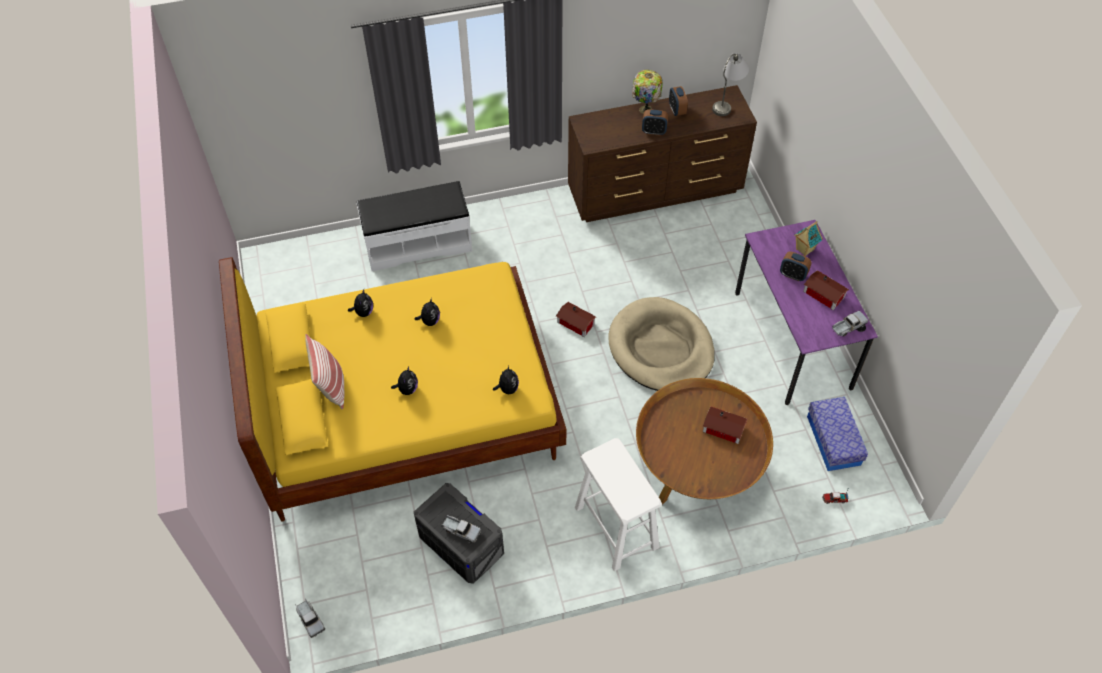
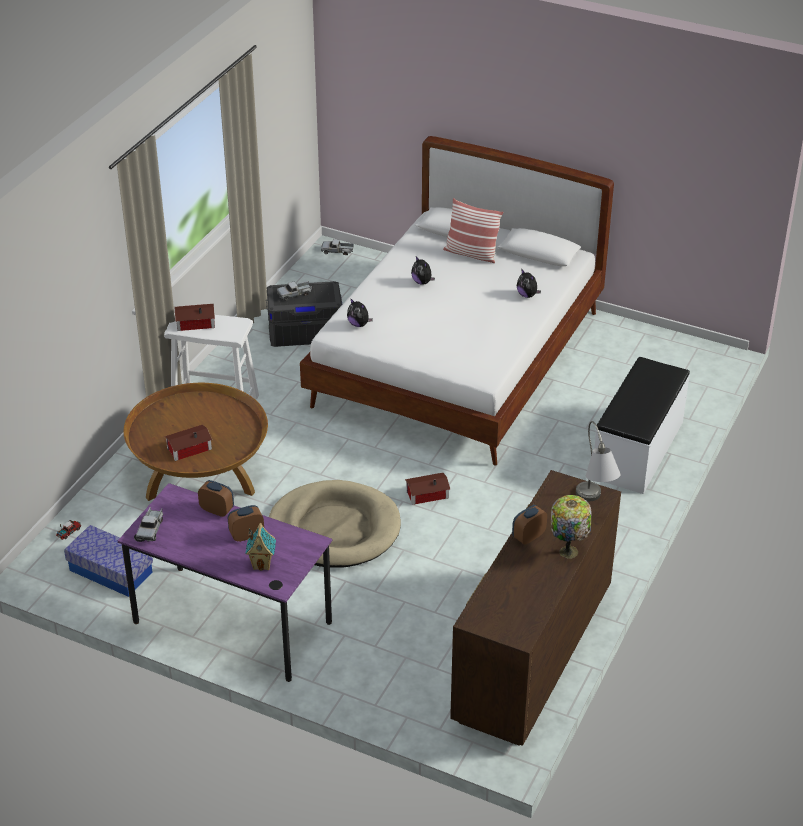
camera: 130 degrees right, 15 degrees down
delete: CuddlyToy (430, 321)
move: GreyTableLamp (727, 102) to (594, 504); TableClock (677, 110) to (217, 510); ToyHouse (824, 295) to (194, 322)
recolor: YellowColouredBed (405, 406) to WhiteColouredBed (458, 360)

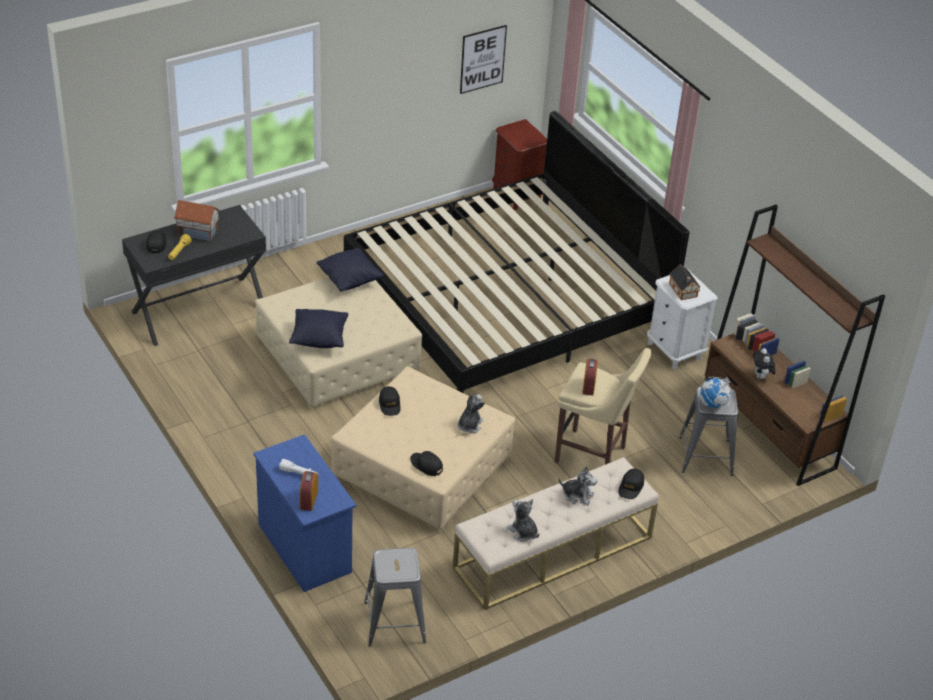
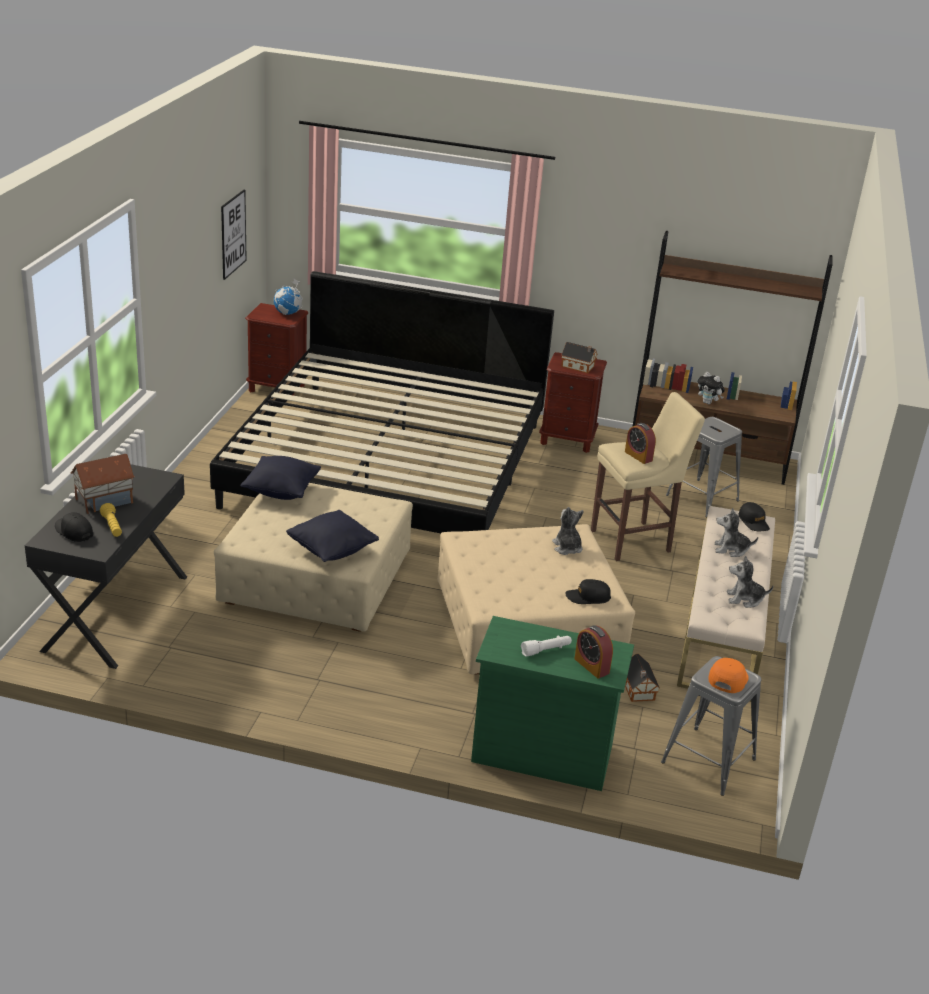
camera: 45 degrees left, 10 degrees down
delete: BlackColouredCap (390, 404)
insert: ToyHouse (638, 690); OrangeyCap (727, 678)
move: DeskGlobe (713, 404) to (288, 313)
recolor: WhiteColouredNightstand (674, 350) to BrownNightstand (567, 440); BlueDresser (304, 547) to GreenColouredDresser (541, 753)
rotate: CuddlyToy (577, 495) = (731, 549) 150 degrees counterclockwise

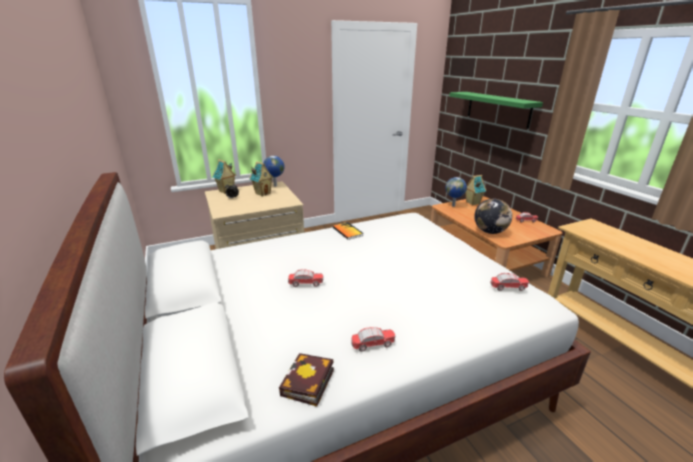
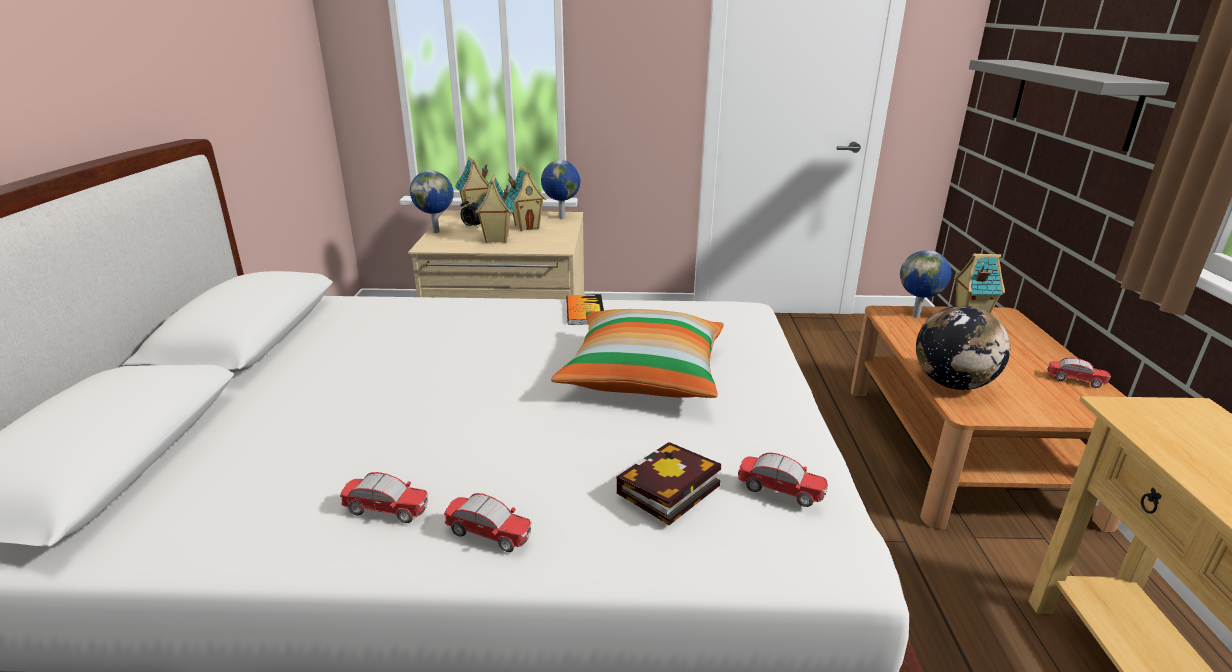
camera: 25 degrees right, 0 degrees up
insert: DeskGlobe (436, 231); ToyHouse (496, 240); Pillow (643, 375)
move: ToyCar (305, 284) to (488, 534); Volume (307, 384) to (667, 492)
recolor: GreenColouredBracketShelf (498, 109) to GreyBracketShelf (1072, 101)

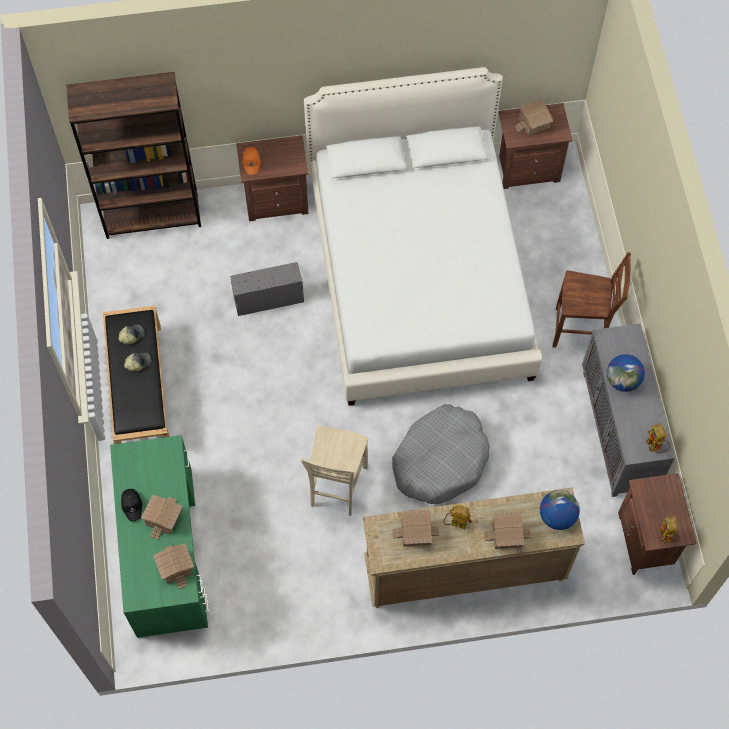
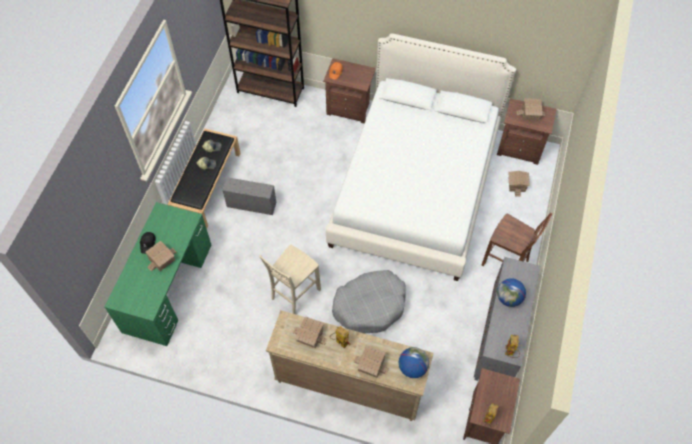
camera: 25 degrees right, 5 degrees down
move: GreyStorageBox (267, 300) to (250, 204); ToyHouse (175, 567) to (516, 185)

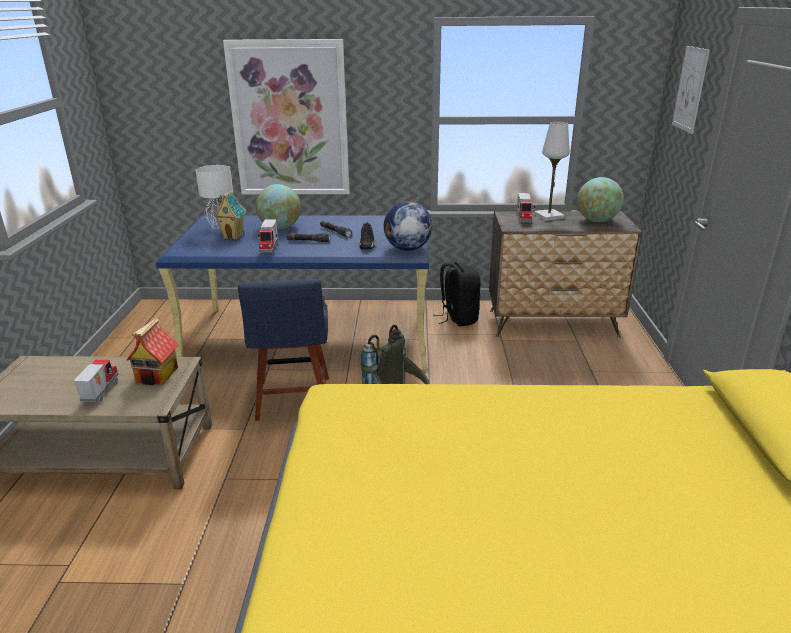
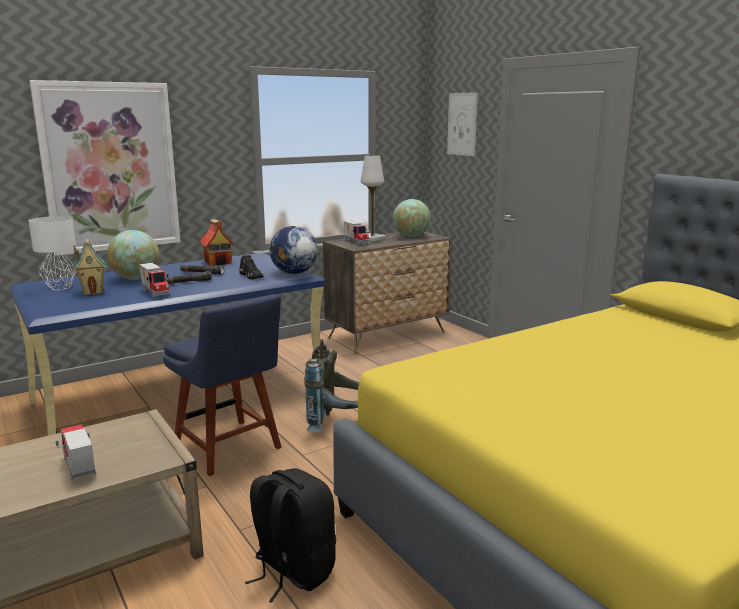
camera: 35 degrees left, 10 degrees down
move: BlackColouredKnapsack (458, 318) to (292, 571); ToyHouse (157, 375) to (218, 262)

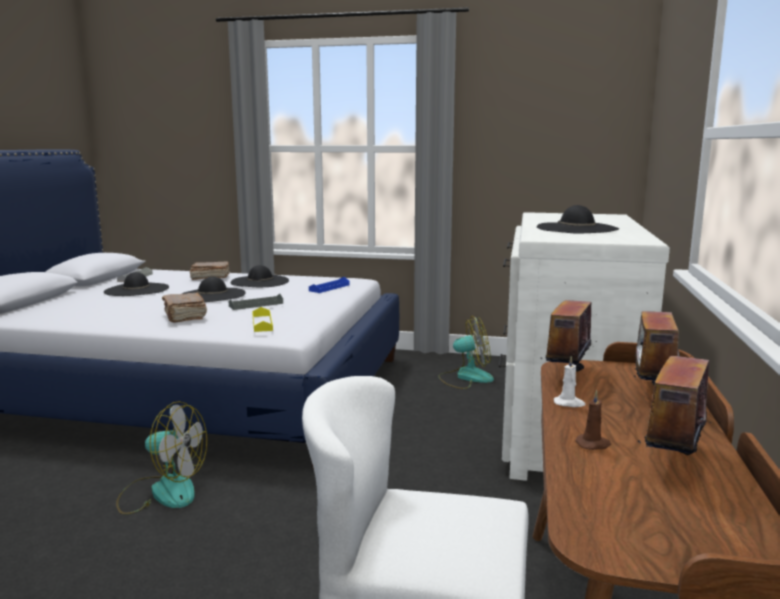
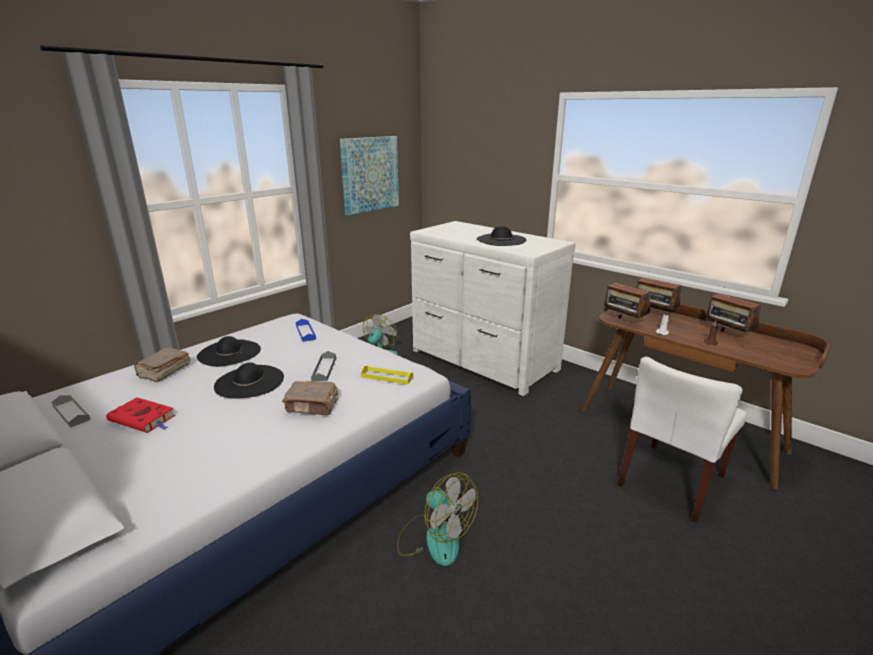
camera: 60 degrees left, 10 degrees up
insert: Picture (369, 174)
replace: BlackColouredWearableHat (137, 290) to ReddishVolume (144, 419)
rotate: Fan (162, 492) = (435, 538) 90 degrees clockwise

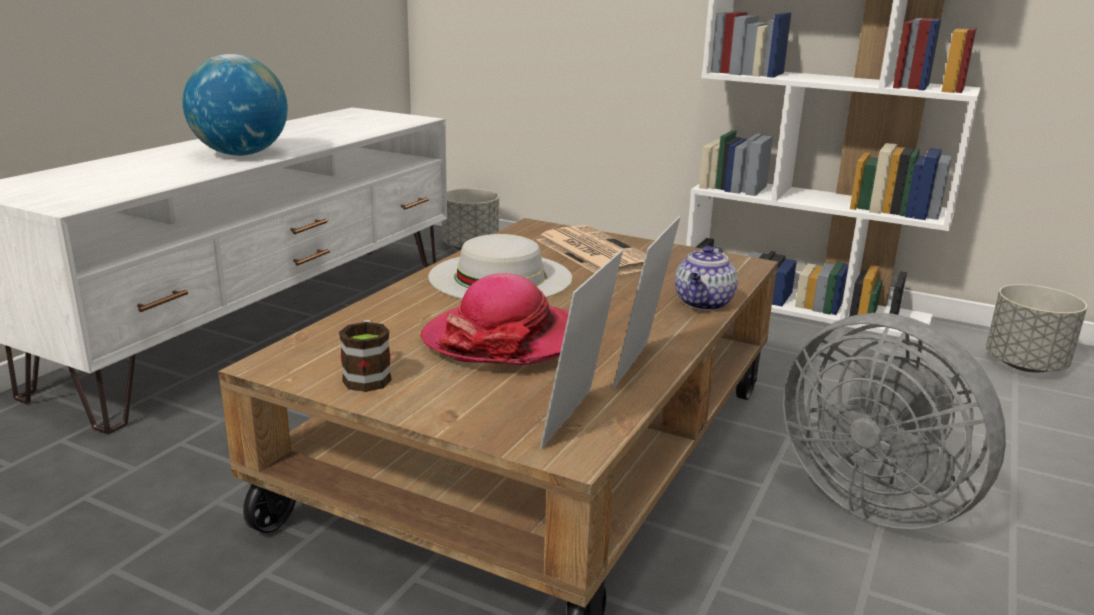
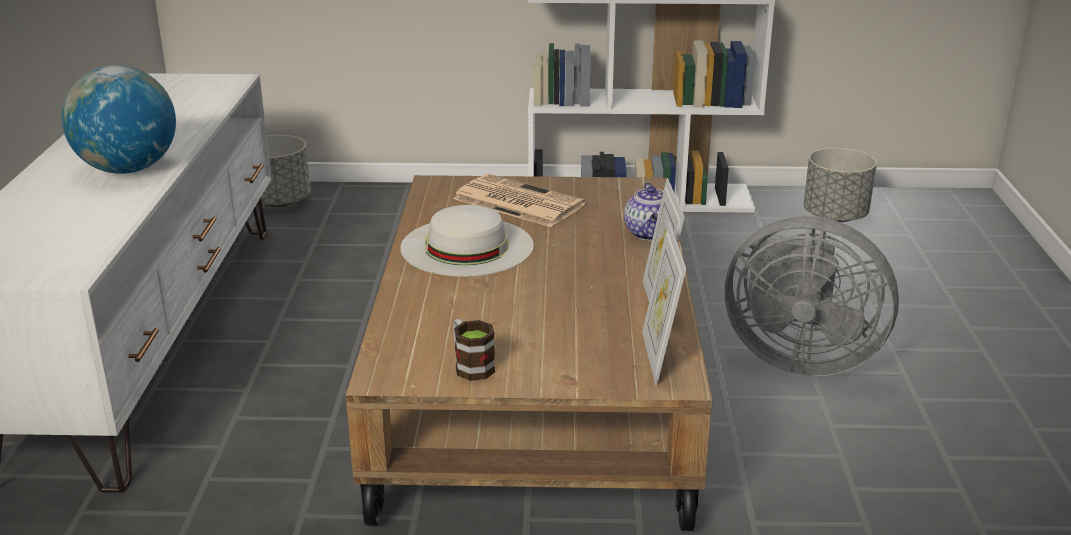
camera: 25 degrees left, 5 degrees up
delete: WearableHat (507, 339)

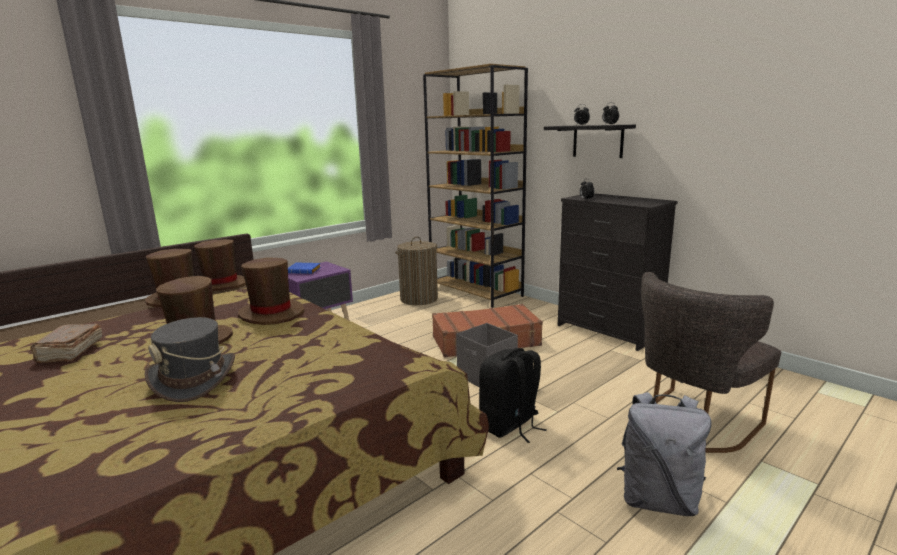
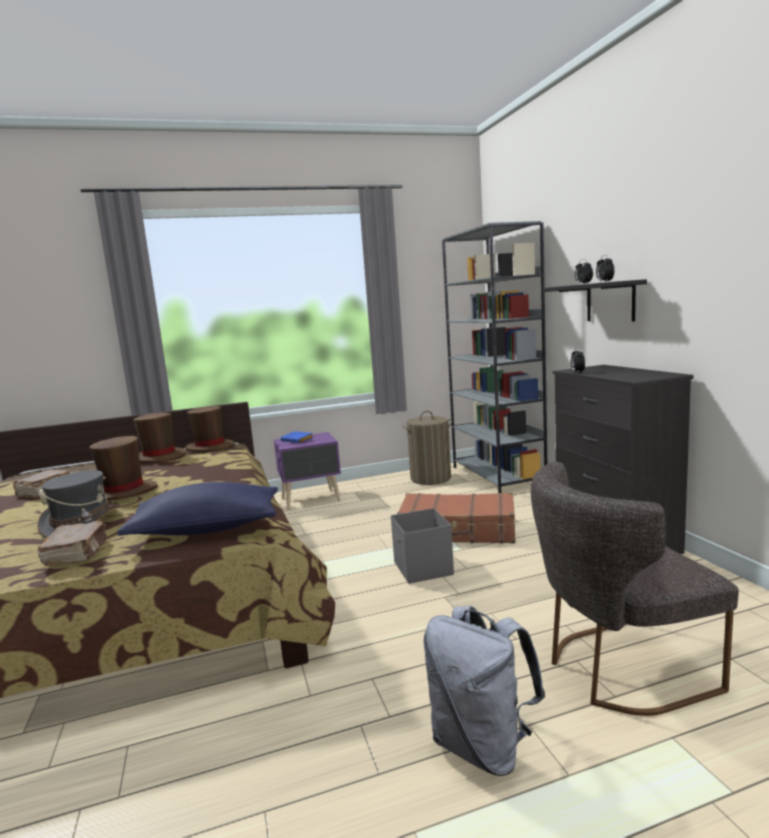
camera: 25 degrees right, 5 degrees down
delete: BrownWearableHat (272, 313); BlackColouredKnapsack (510, 426)
insert: BluePillow (207, 529); BrownVolume (77, 554)
recolor: BrownBookcase (476, 292) to GreyBookcase (498, 476)

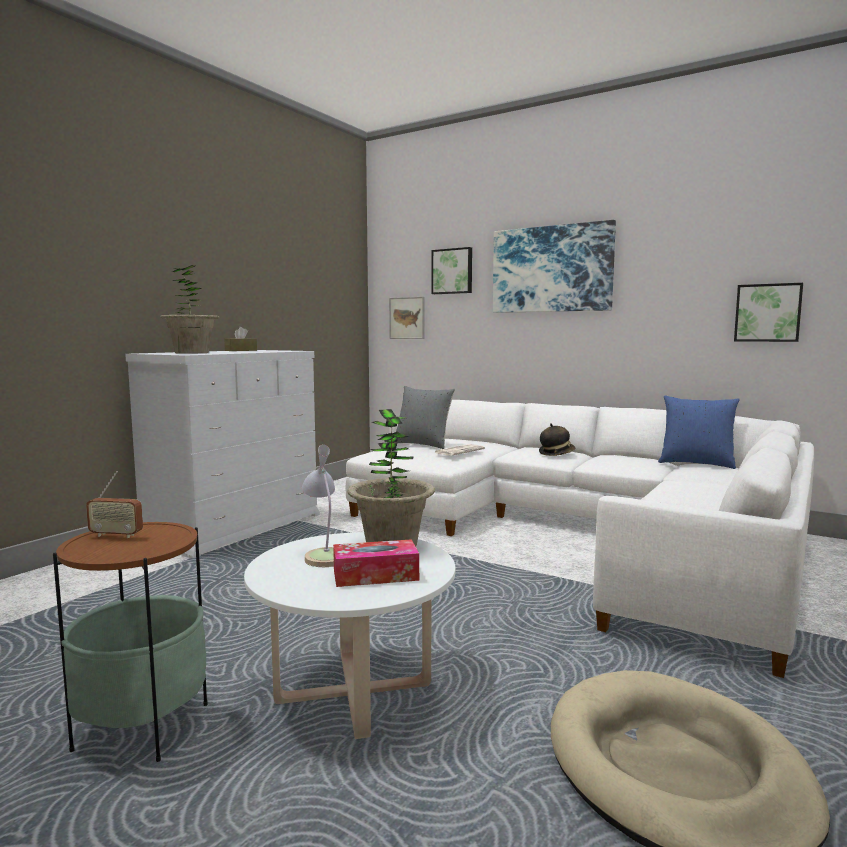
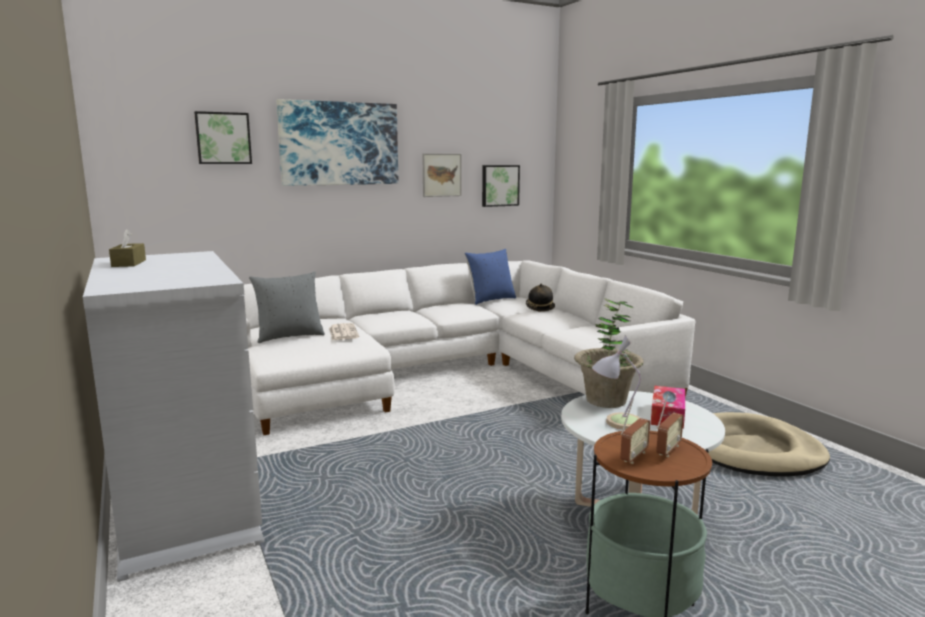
camera: 60 degrees left, 5 degrees up
delete: Houseplant (192, 353)
insert: Radio (668, 450)
move: Picture (407, 318) to (441, 175); WearableHat (556, 453) to (540, 308)

